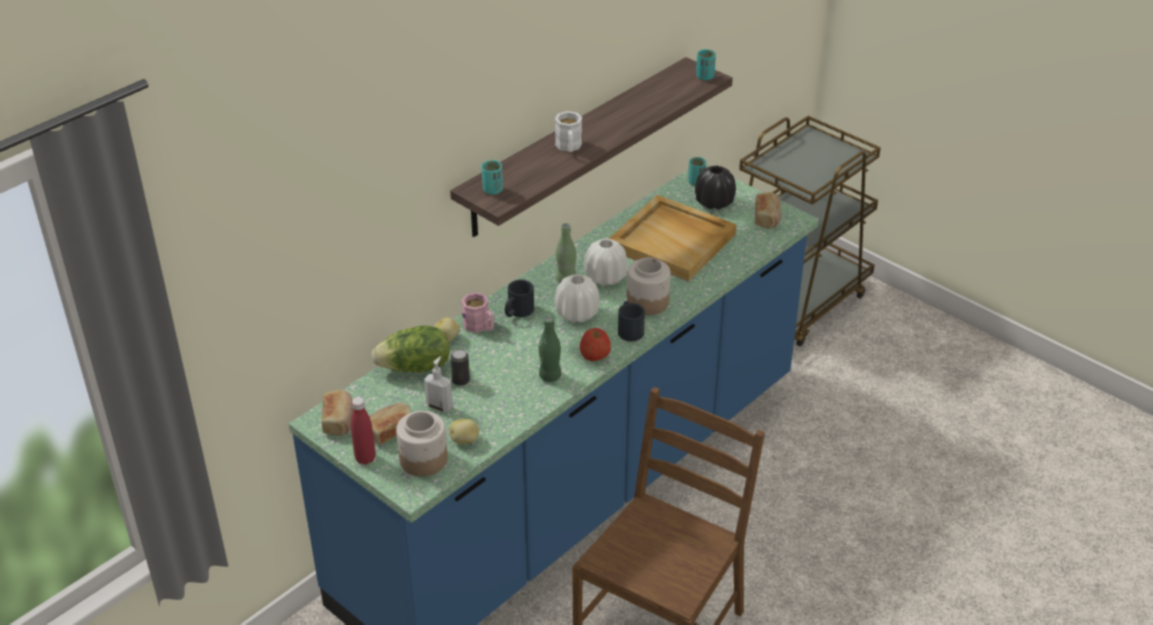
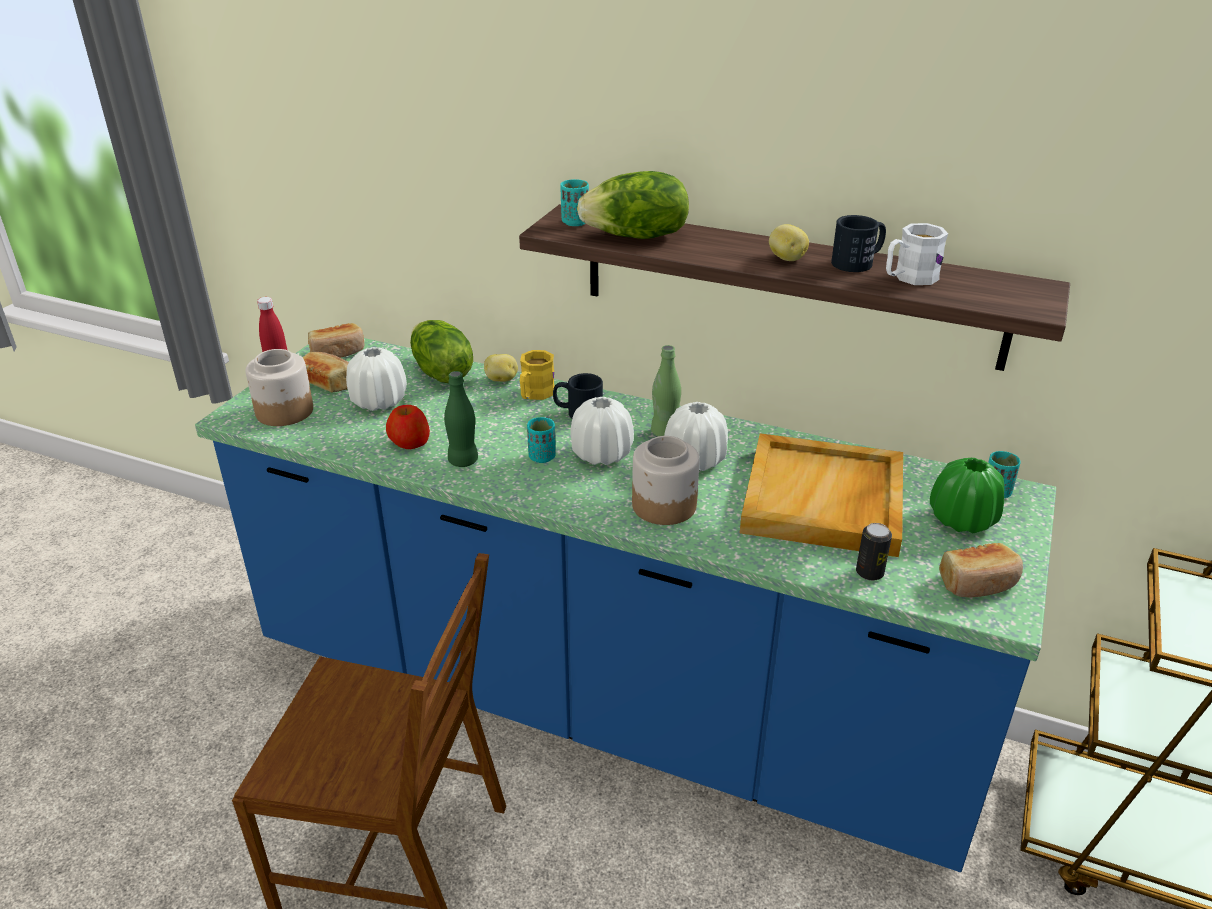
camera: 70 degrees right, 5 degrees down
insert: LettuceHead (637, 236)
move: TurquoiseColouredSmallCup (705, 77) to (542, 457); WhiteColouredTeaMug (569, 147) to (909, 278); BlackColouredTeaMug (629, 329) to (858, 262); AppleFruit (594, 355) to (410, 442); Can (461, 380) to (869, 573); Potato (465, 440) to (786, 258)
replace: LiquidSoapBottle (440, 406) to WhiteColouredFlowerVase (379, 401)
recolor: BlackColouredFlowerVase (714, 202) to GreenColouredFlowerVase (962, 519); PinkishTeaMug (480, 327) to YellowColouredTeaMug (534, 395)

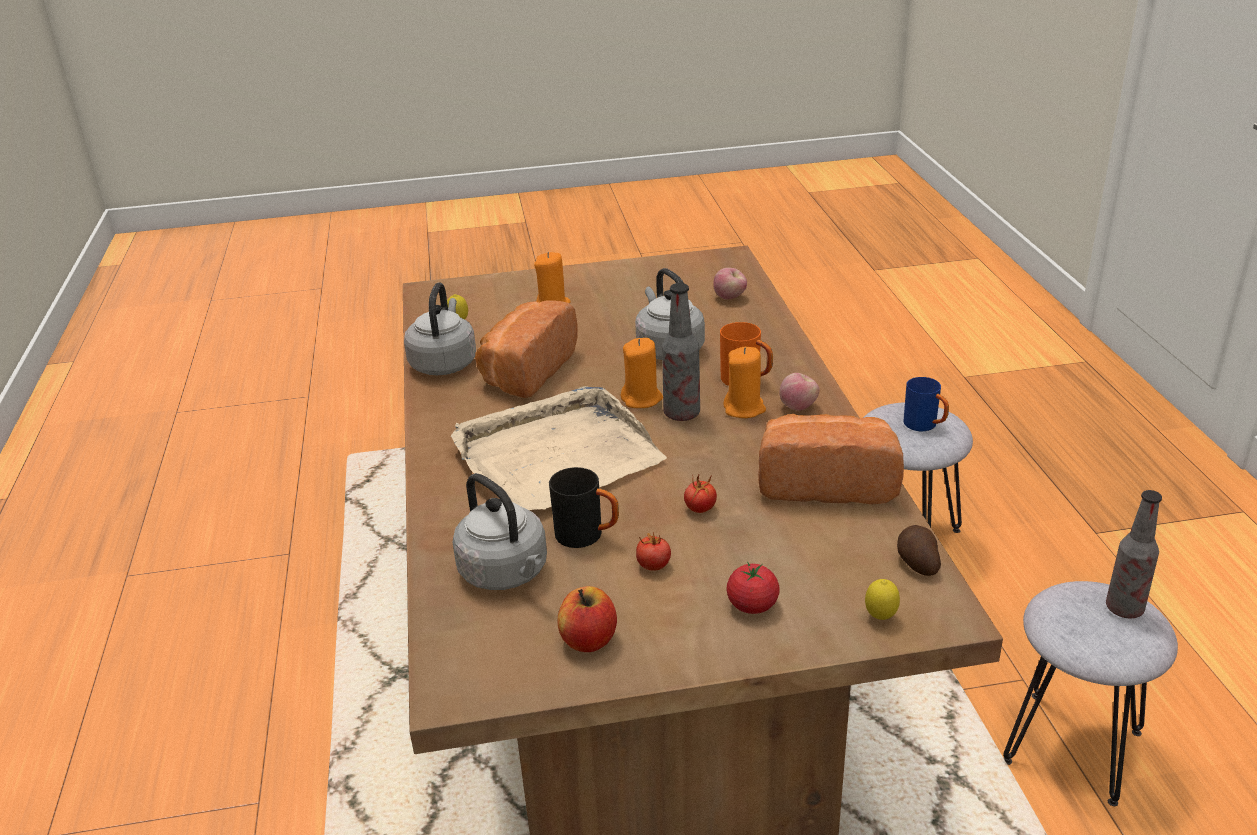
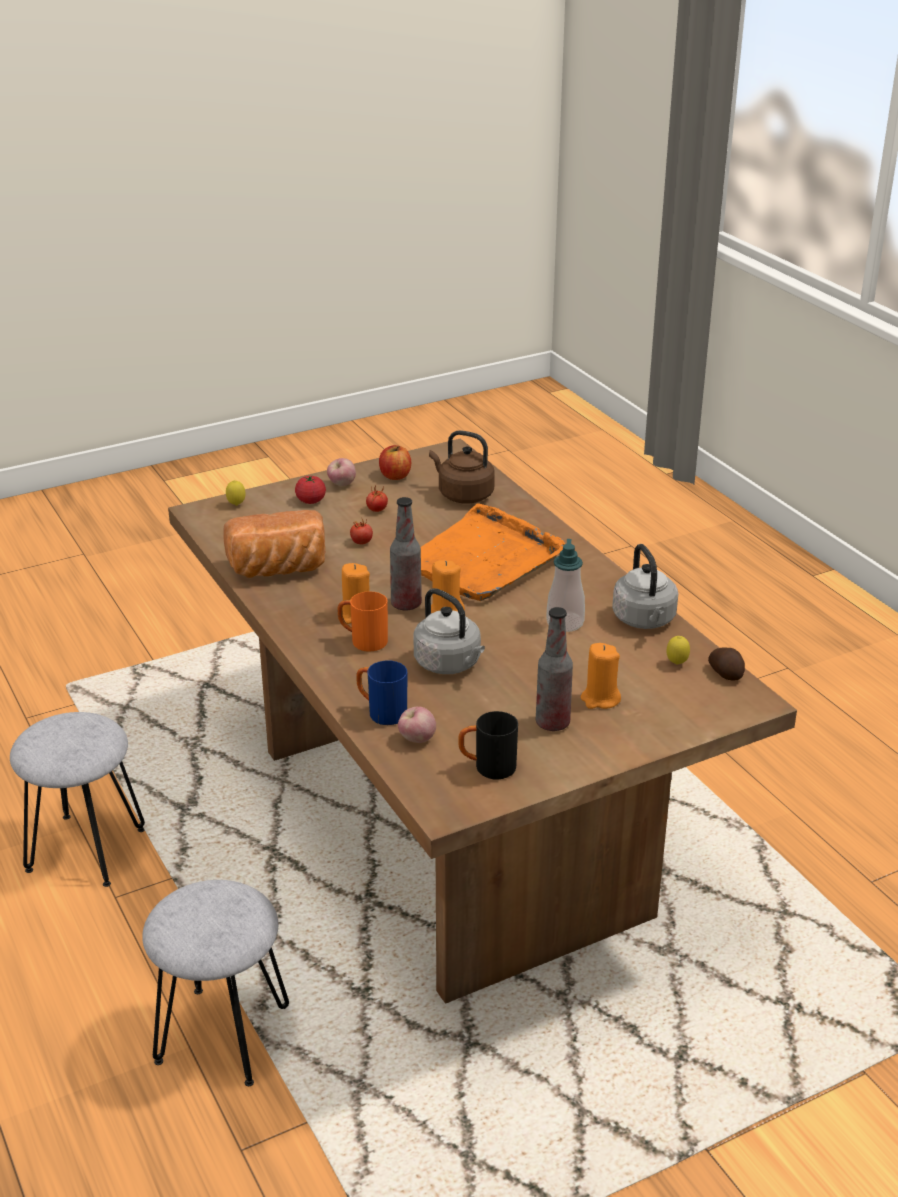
camera: 160 degrees right, 0 degrees up
move: AppleFruit (798, 407) to (342, 484); BlueTeaMug (925, 426) to (381, 712); BlackColouredTeaMug (587, 536) to (487, 768); DrinkBottle (1124, 609) to (552, 723); Potato (916, 563) to (726, 673)
replace: BakeryBread (525, 371) to LiquidSoapBottle (565, 623)
recolor: SandColouredCarryingTray (555, 456) to OrangeyCarryingTray (483, 560); GreyTeaKettle (506, 573) to BrownTeaKettle (463, 495)

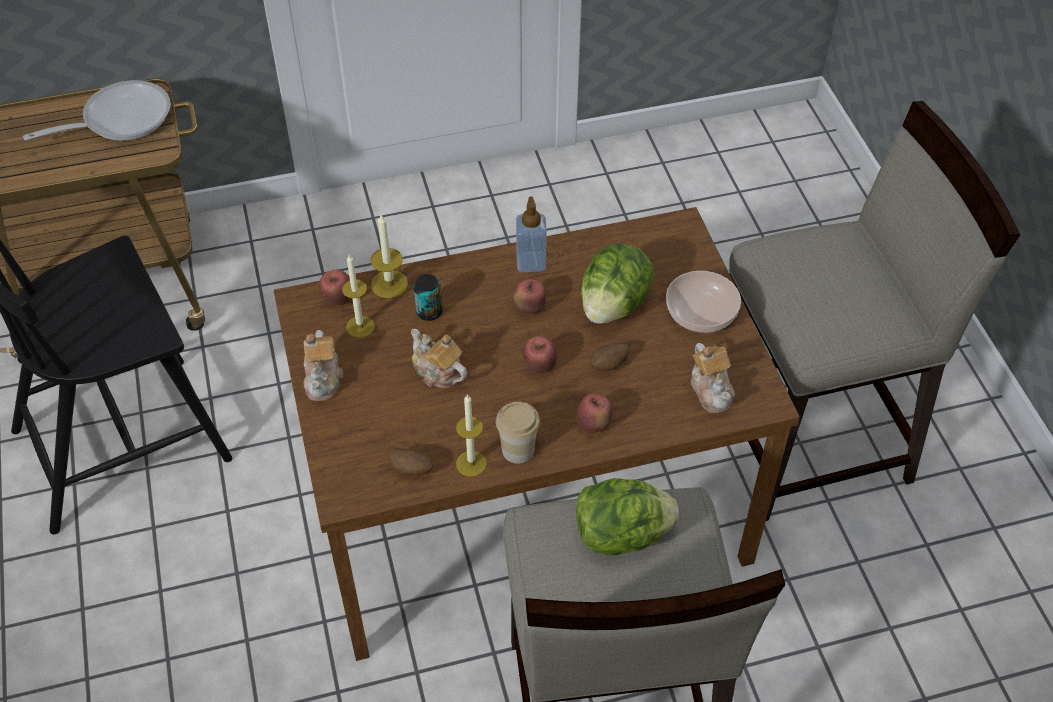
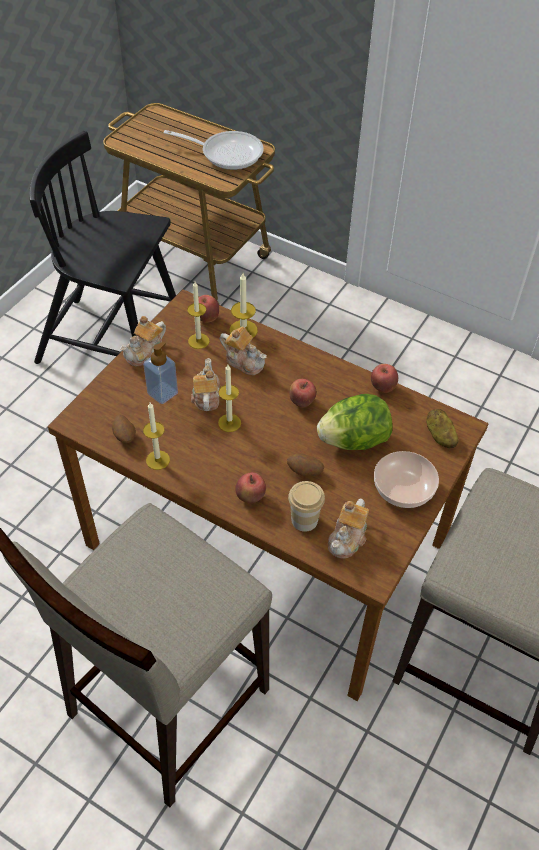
camera: 45 degrees right, 0 degrees up
delete: LettuceHead (621, 534)
insert: Candle (229, 423); Potato (439, 436)
move: LiquidSoapBottle (531, 262) to (162, 393); AppleFruit (540, 366) to (382, 387); SmallCup (518, 450) to (304, 520)
replace: Can (429, 312) to Teapot (244, 361)

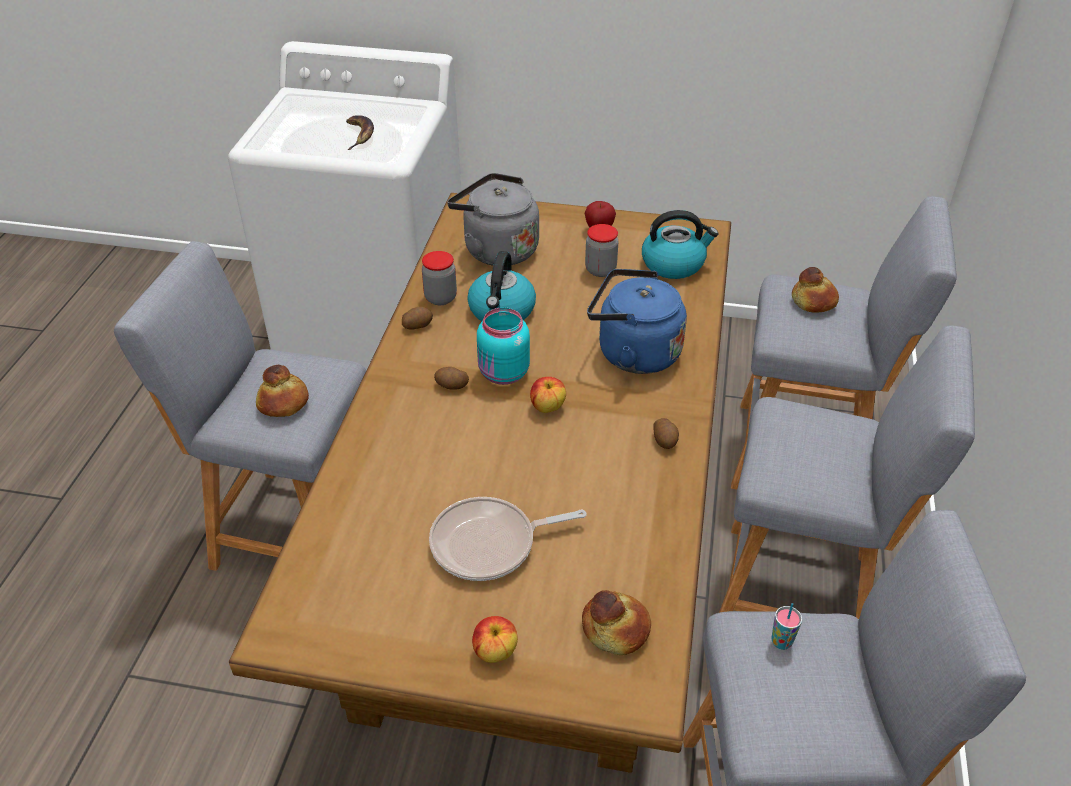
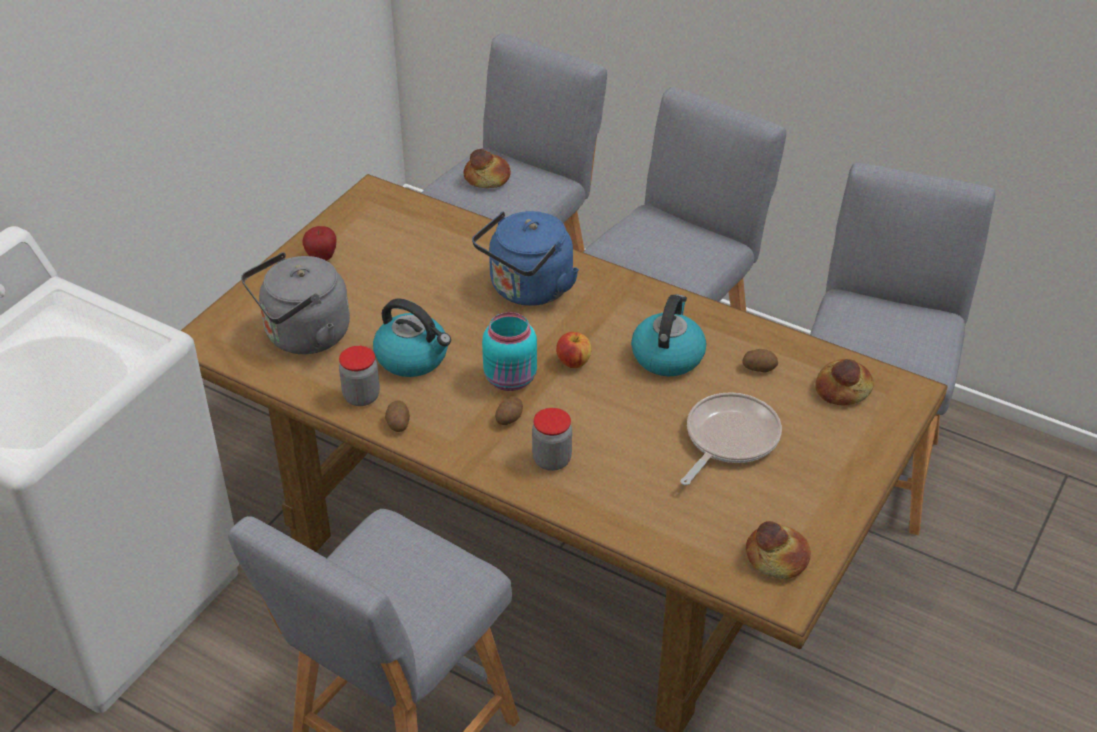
camera: 70 degrees left, 0 degrees up
delete: Banana (359, 135); SmallCup (781, 642); AppleFruit (495, 652)
move: TeaKettle (674, 264) to (667, 355); Jar (600, 270) to (552, 460); BakeryBread (283, 403) to (776, 559); Potato (665, 440) to (759, 367)
rotate: Skillet (489, 544) = (728, 439) 150 degrees counterclockwise

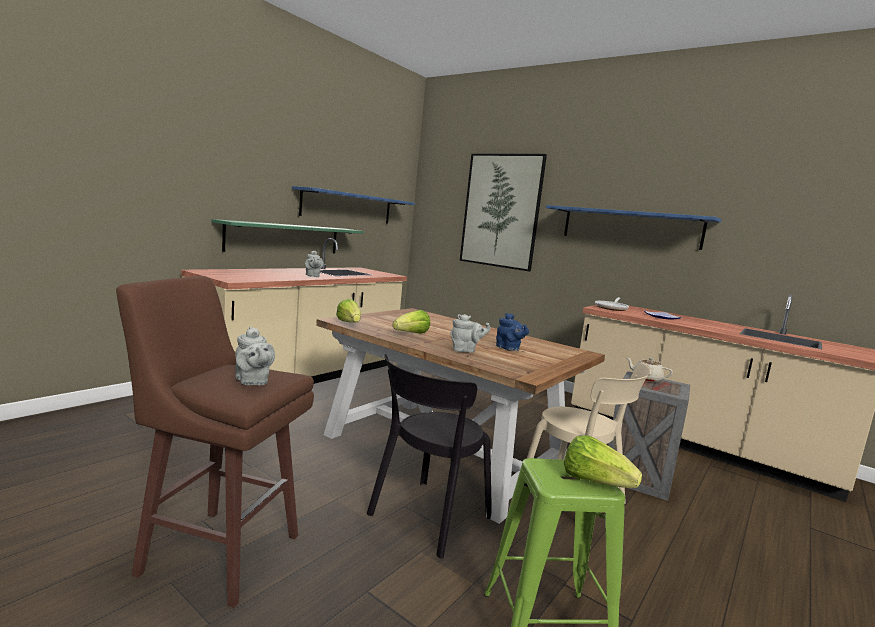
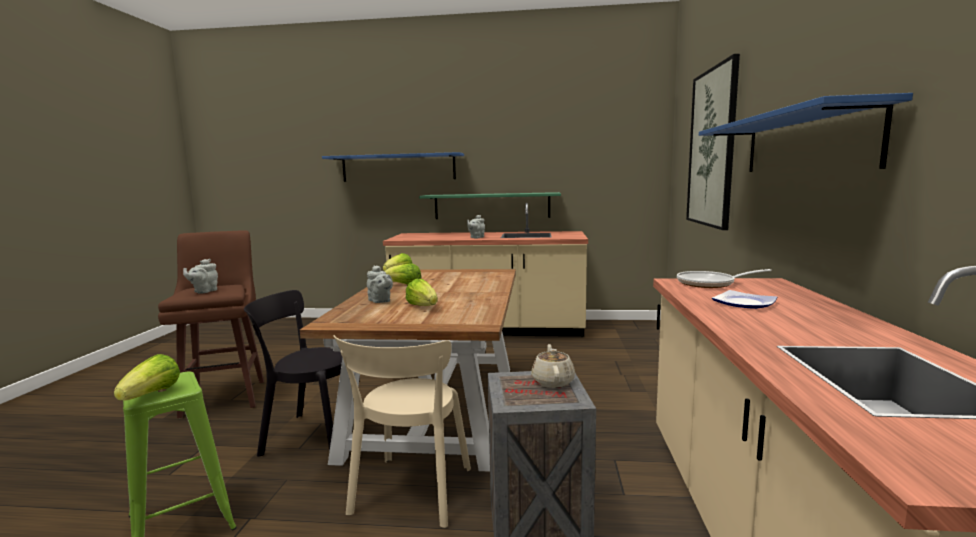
camera: 60 degrees right, 0 degrees up
move: BlueBracketShelf (348, 207) to (398, 167)
replace: BlueTeapot (509, 348) to LettuceHead (423, 307)

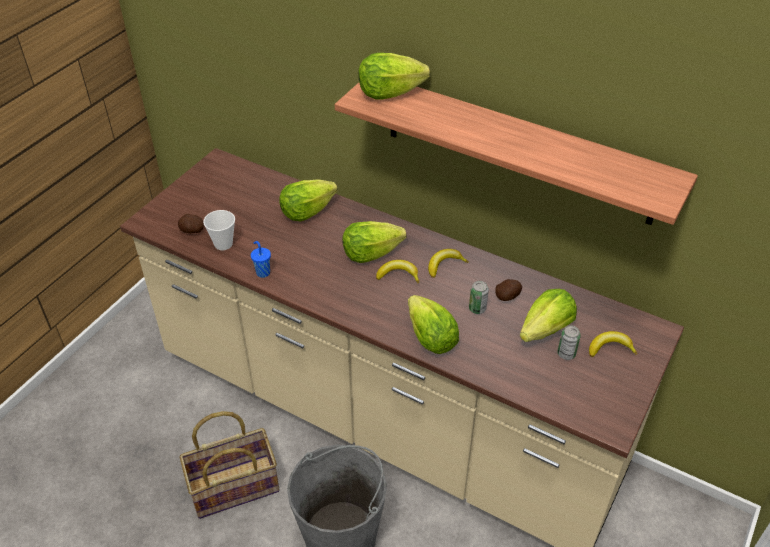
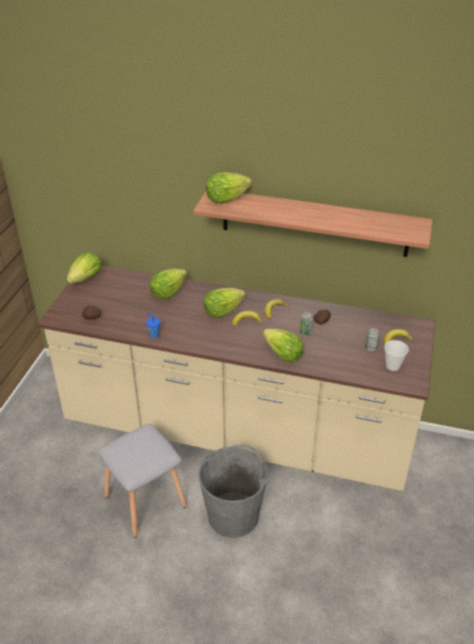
camera: 15 degrees left, 5 degrees down
move: SmallCup (223, 244) to (393, 366); LettuceHead (546, 330) to (86, 278)
replace: HouseholdBasket (234, 485) to GreyStoolSeat (146, 500)

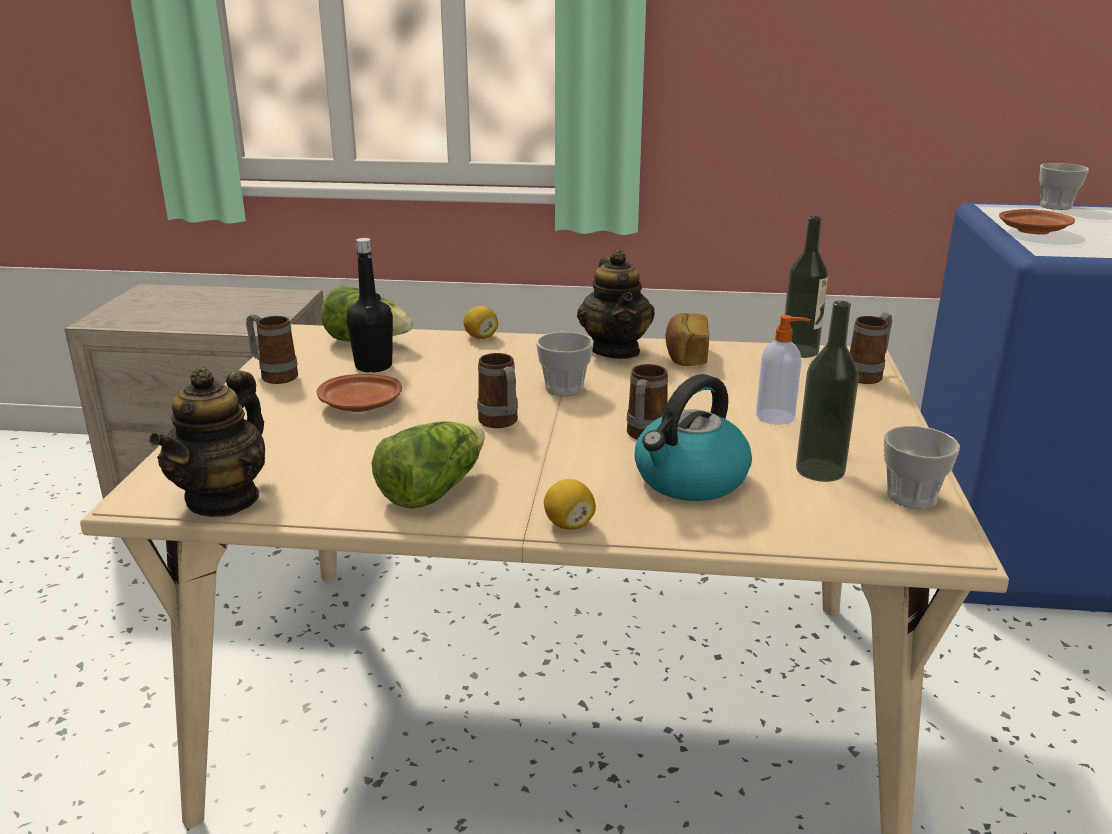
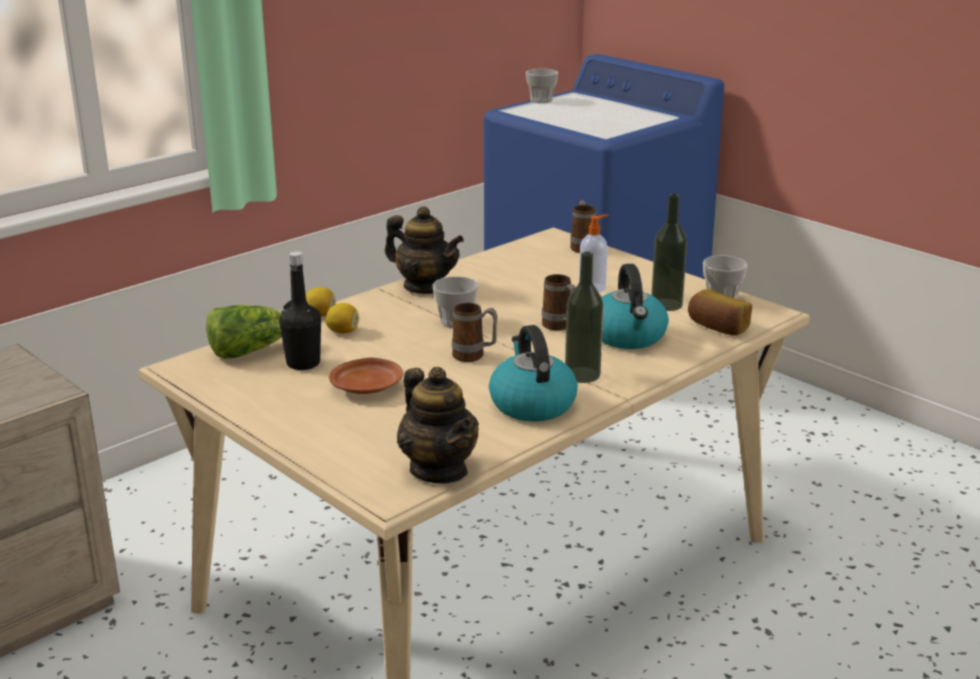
camera: 50 degrees left, 0 degrees up
delete: BrownFlatDish (1034, 231); TeaMug (274, 375)
move: DrinkBottle (799, 351) to (582, 375); BakeryBread (685, 356) to (717, 327); WholeLemon (568, 524) to (343, 331)
replace: LettuceHead (432, 490) to TeaKettle (531, 404)

